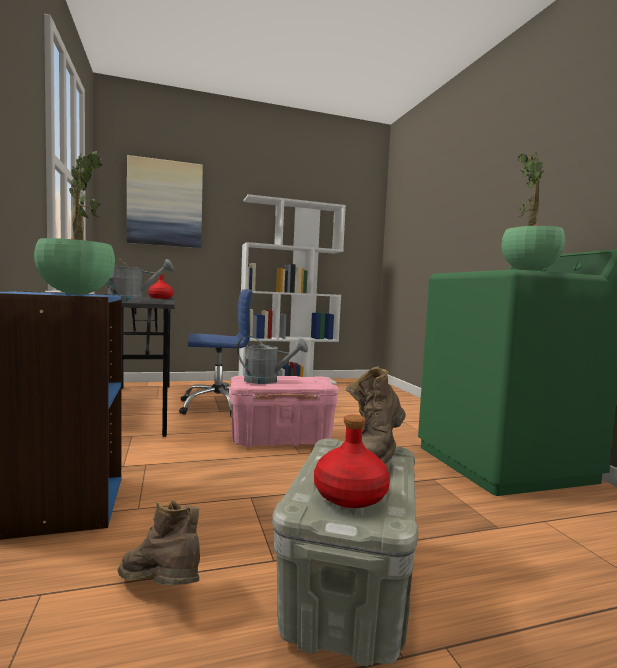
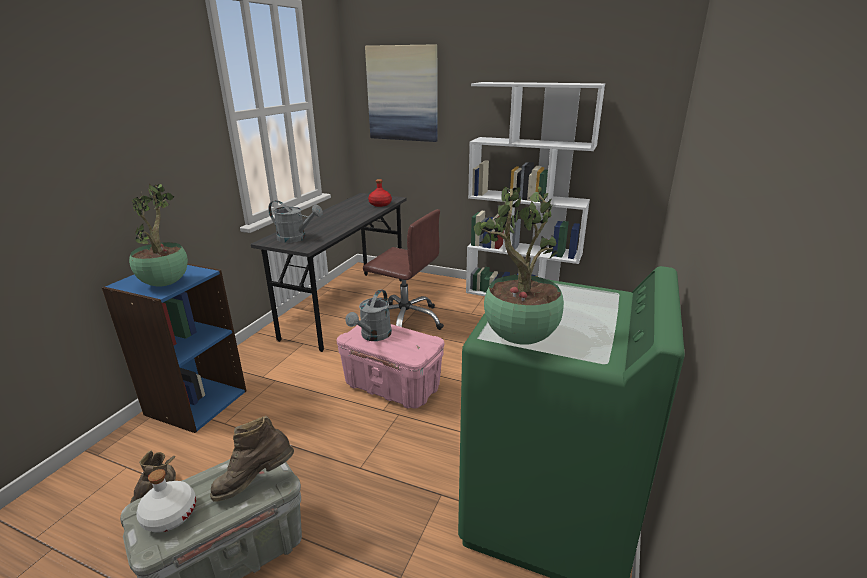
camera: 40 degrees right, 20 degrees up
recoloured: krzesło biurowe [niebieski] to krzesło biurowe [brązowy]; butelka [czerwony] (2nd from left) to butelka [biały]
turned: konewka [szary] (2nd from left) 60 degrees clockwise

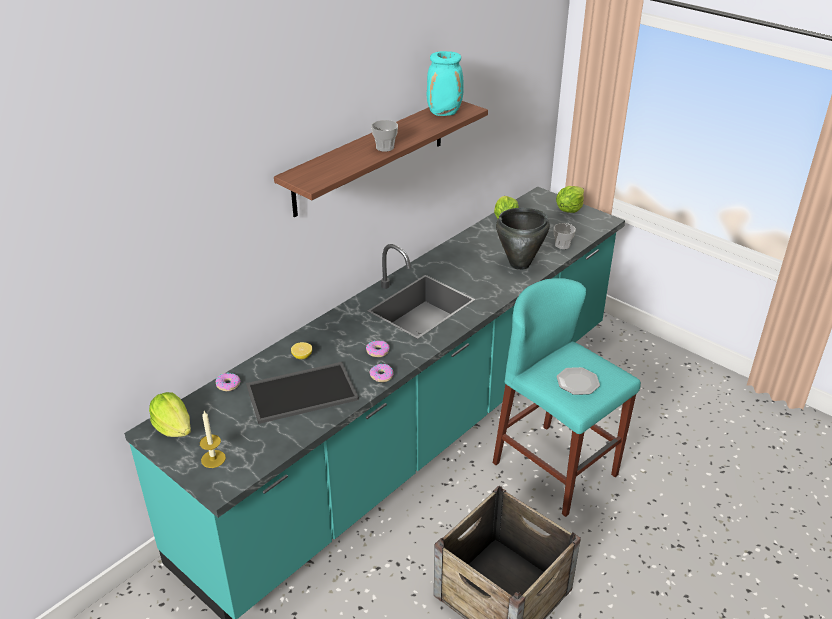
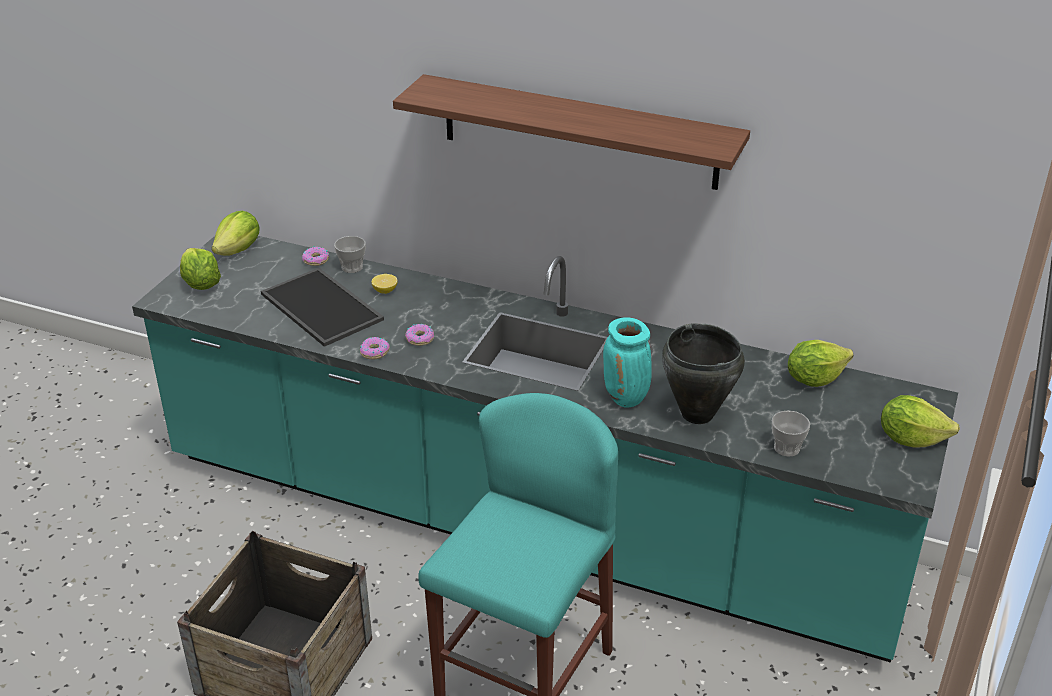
camera: 70 degrees right, 0 degrees up
removed: talerz
moved: wazon [turkusowy]; filiżanka (1st from left)
replaced: świeca to sałata (1st from left)

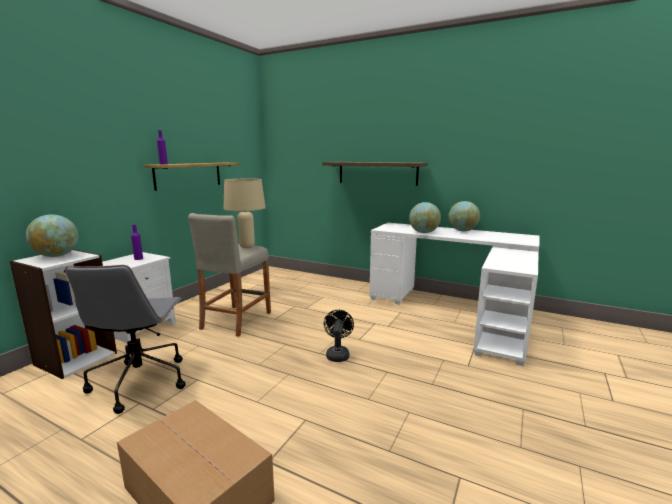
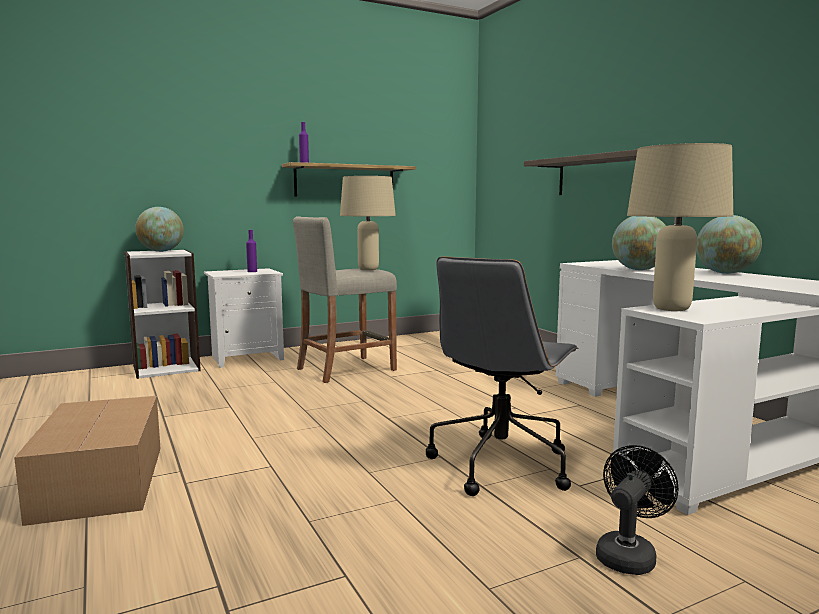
camera: 35 degrees right, 5 degrees down
added: lampa stołowa [beżowy] (2nd from left)
moved: krzesło biurowe [szary]; wentylator [czarny]

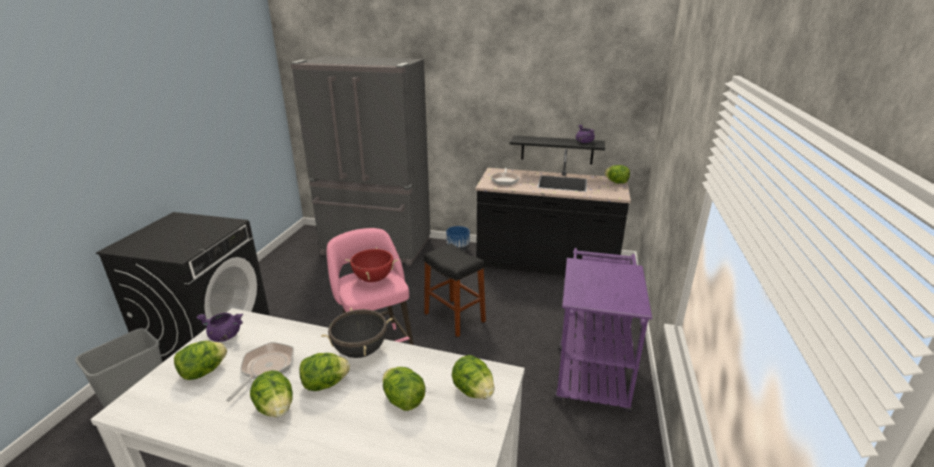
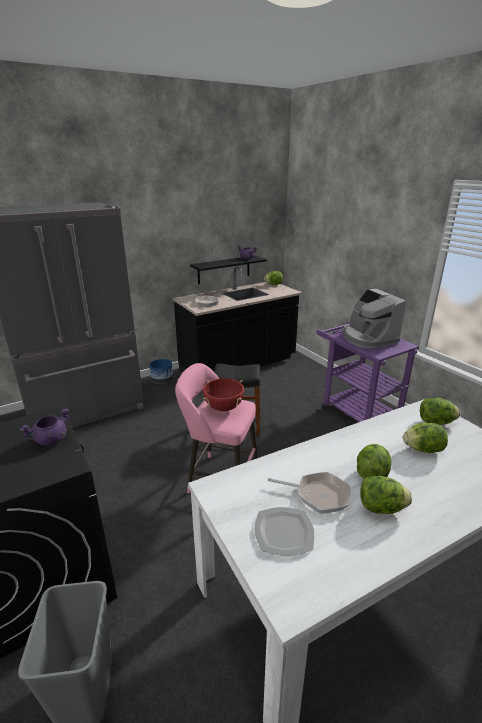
camera: 45 degrees left, 0 degrees up
removed: garnek [czarny]
added: ekspres do kawy
moved: garnek [fioletowy] (1st from left)
replaced: sałata (1st from left) to talerz
turned: patelnia (1st from left in the first image) 135 degrees clockwise

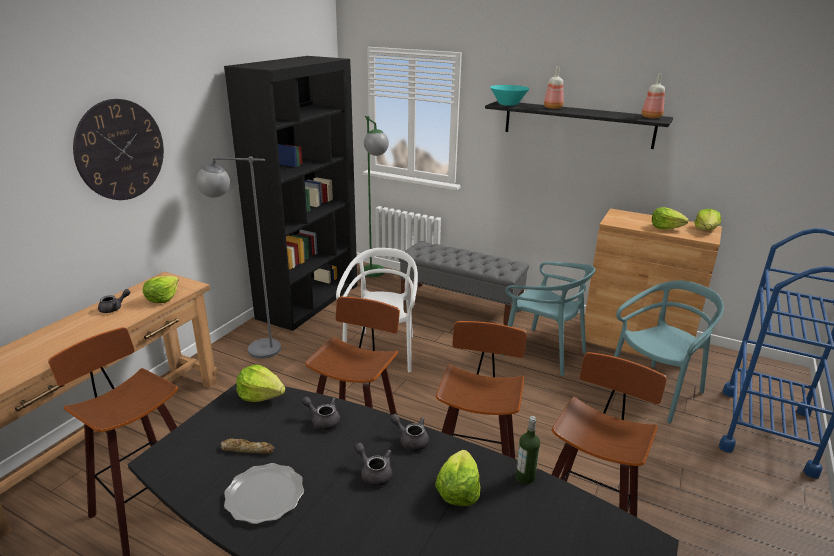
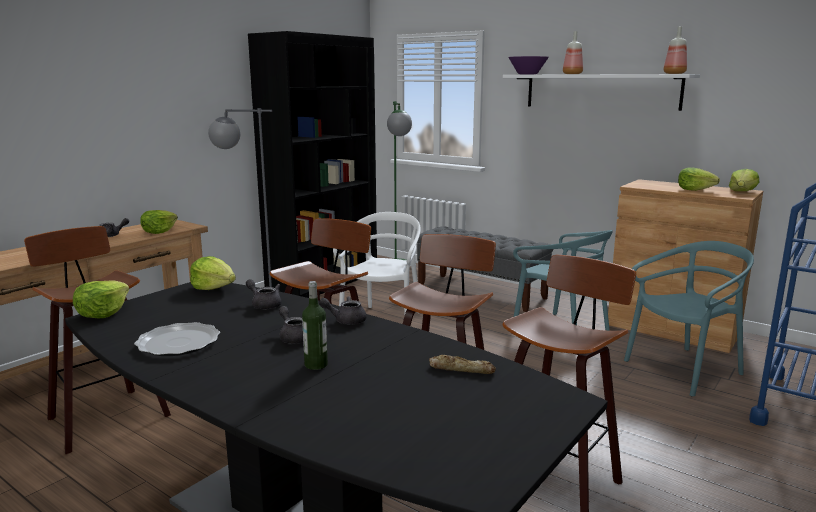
camera: 10 degrees right, 10 degrees down
removed: zegar ścienny
moved: butelka (1st from left); chleb; sałata (3rd from left in the first image) to sałata (1st from left)
recoloured: miska [turkusowy] to miska [fioletowy]; półka [czarny] to półka [biały]
turned: imbryk [szary] (4th from left) 45 degrees counterclockwise

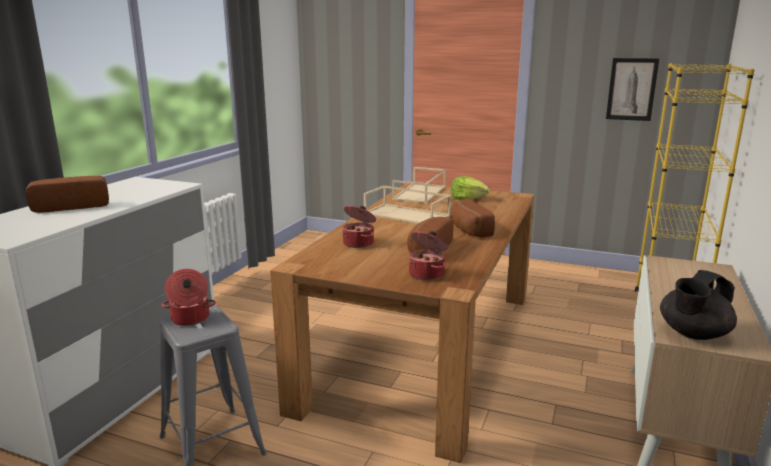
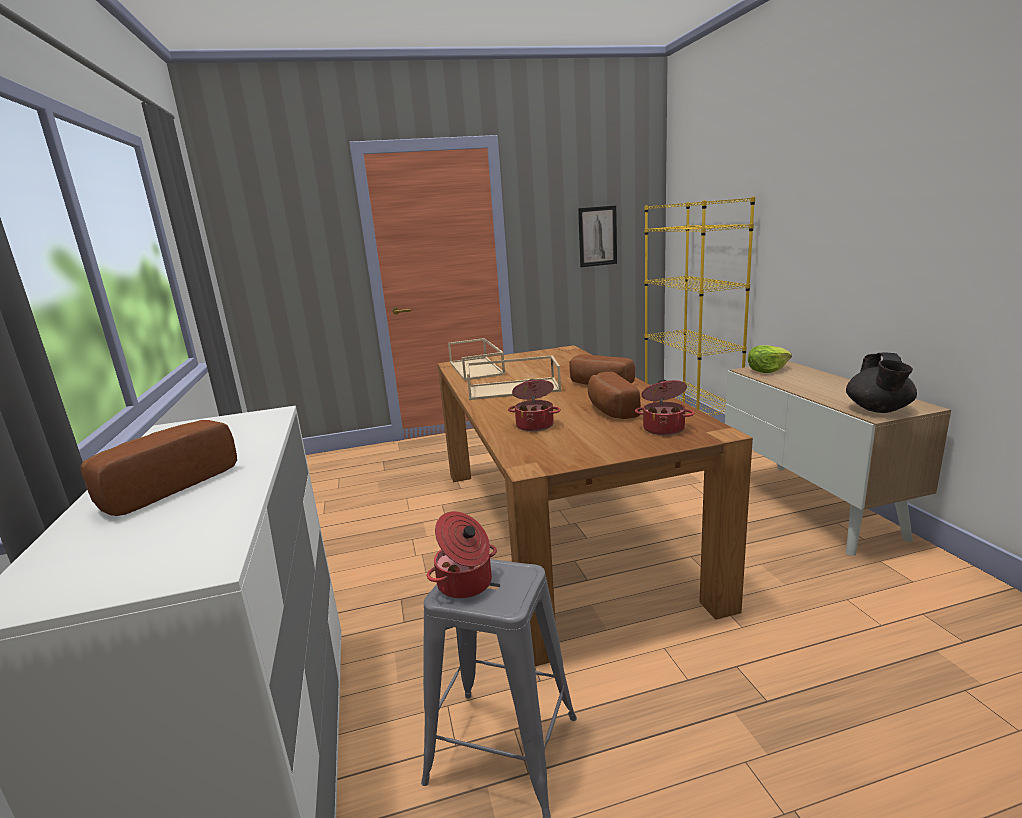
camera: 35 degrees left, 0 degrees up
moved: sałata

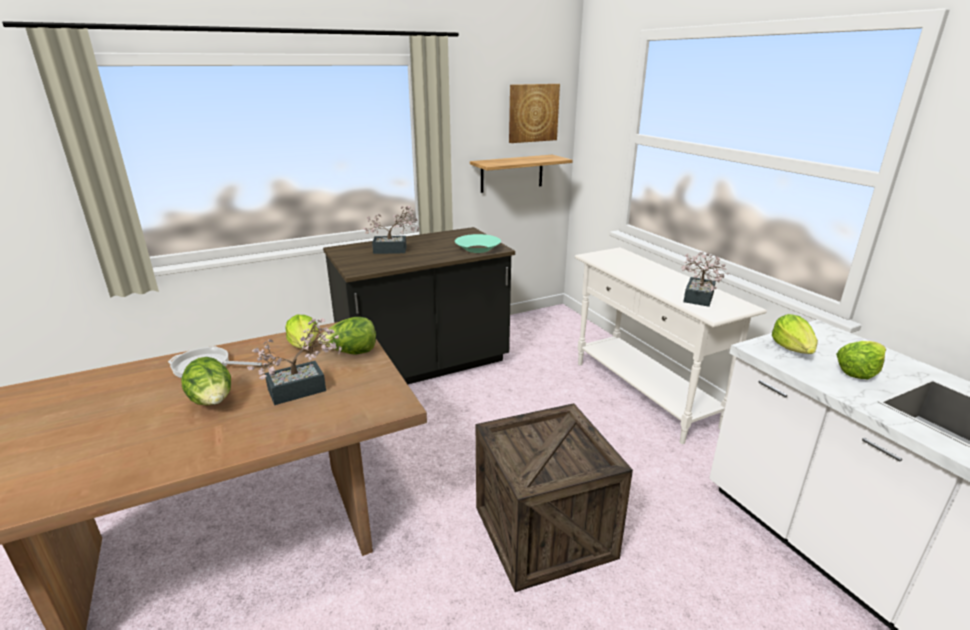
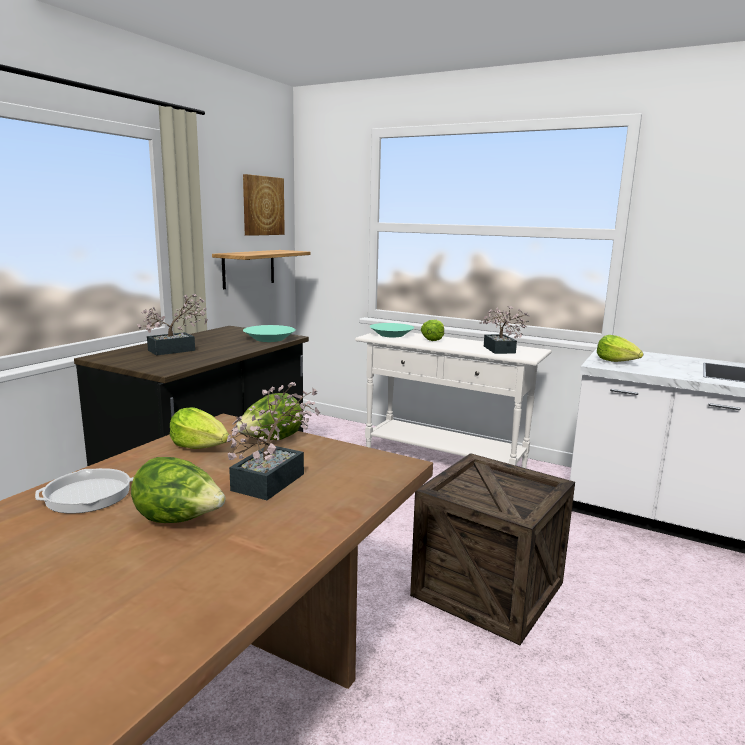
camera: 35 degrees left, 10 degrees down
added: miska [turkusowy] (2nd from left)
moved: sałata (5th from left in the first image) to sałata (4th from left)

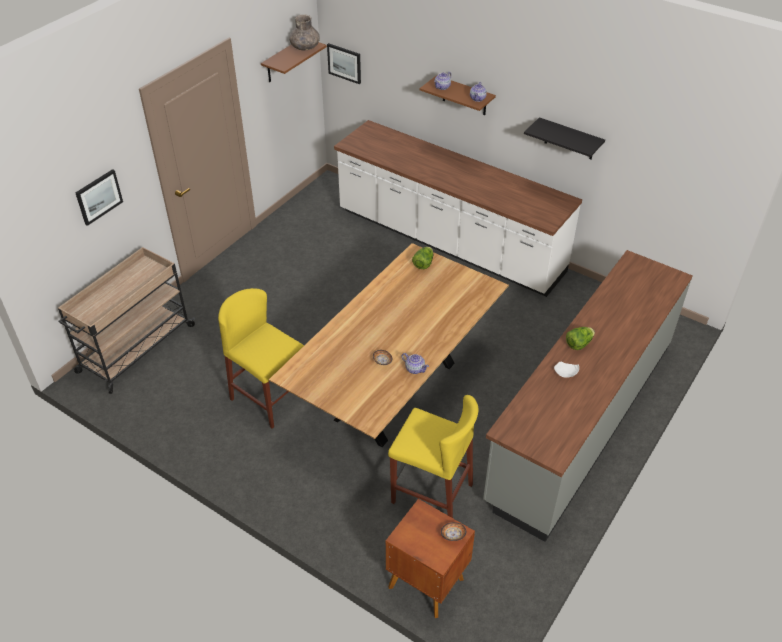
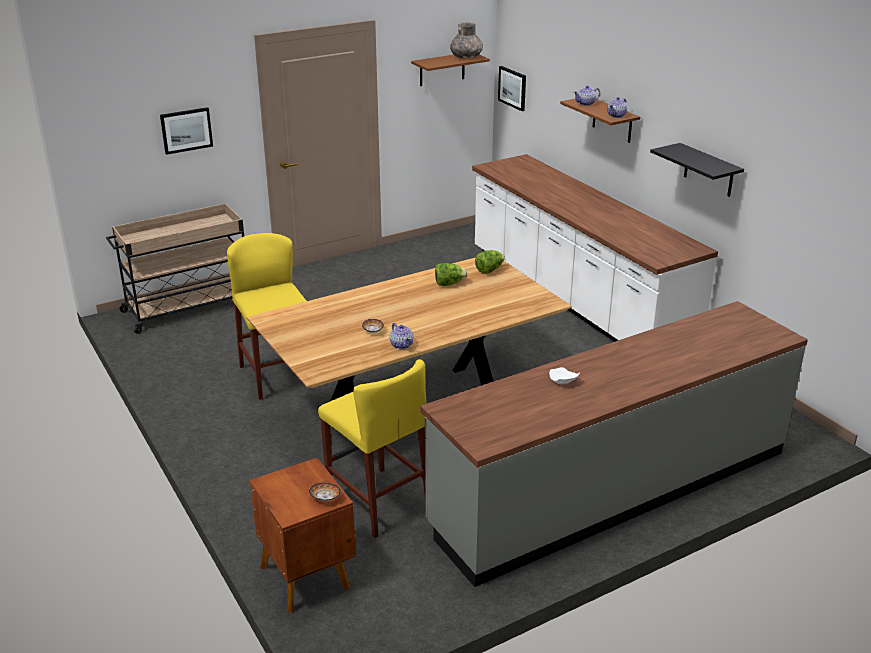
camera: 25 degrees right, 15 degrees down
moved: sałata (2nd from left in the first image) to sałata (1st from left)

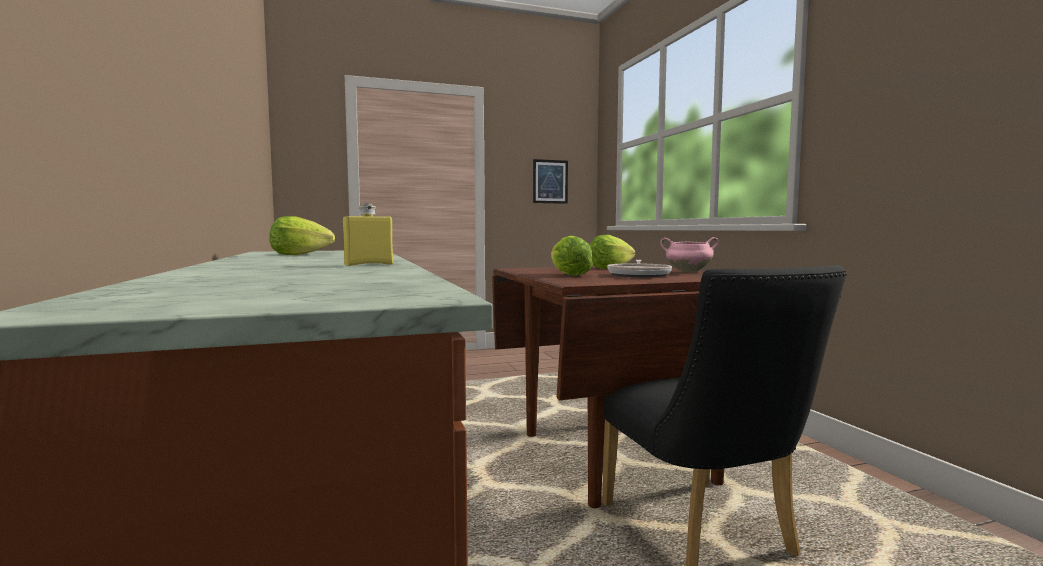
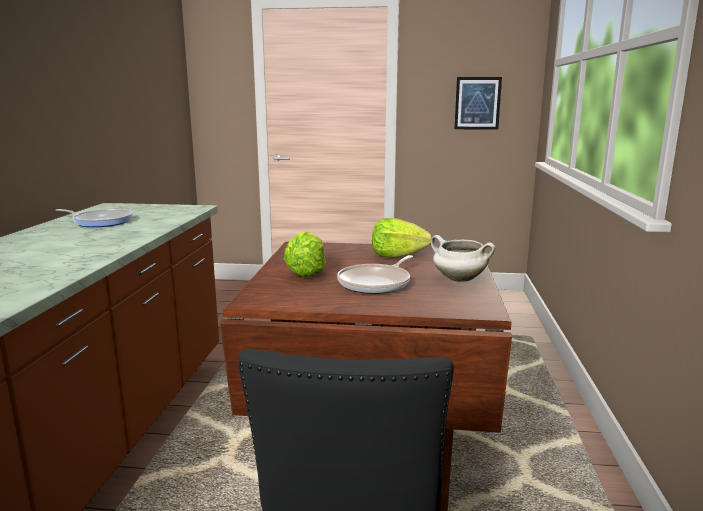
camera: 25 degrees right, 10 degrees up
removed: butelka [żółty]
replaced: sałata (1st from left) to patelnia (1st from left)
recoloured: garnek [różowy] to garnek [biały]

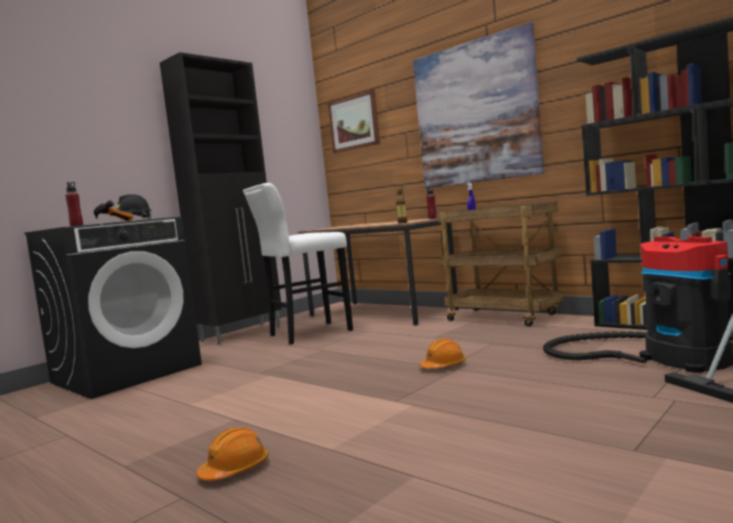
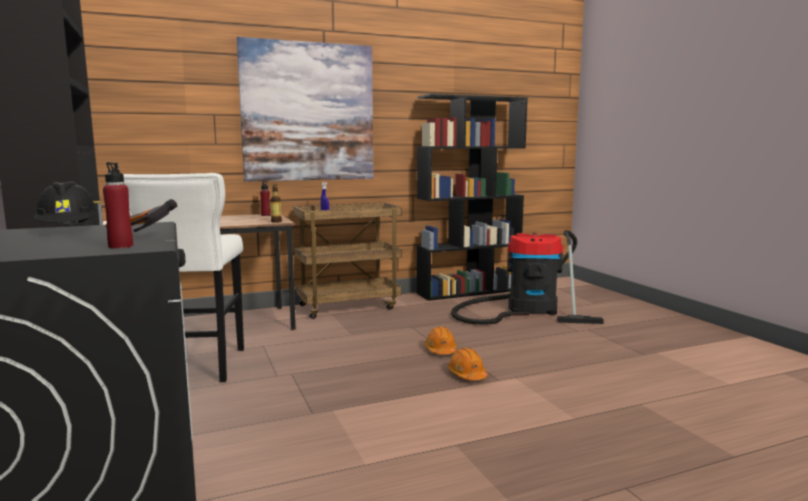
camera: 65 degrees left, 5 degrees up
removed: obraz (1st from left)
moved: kask [pomarańczowy] (1st from left in the first image) to kask [pomarańczowy] (2nd from left)

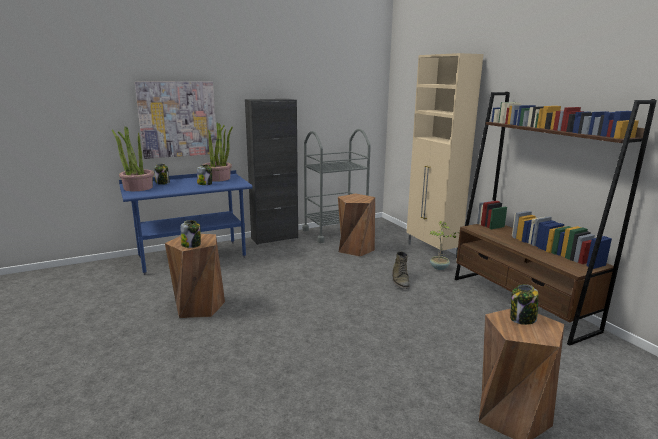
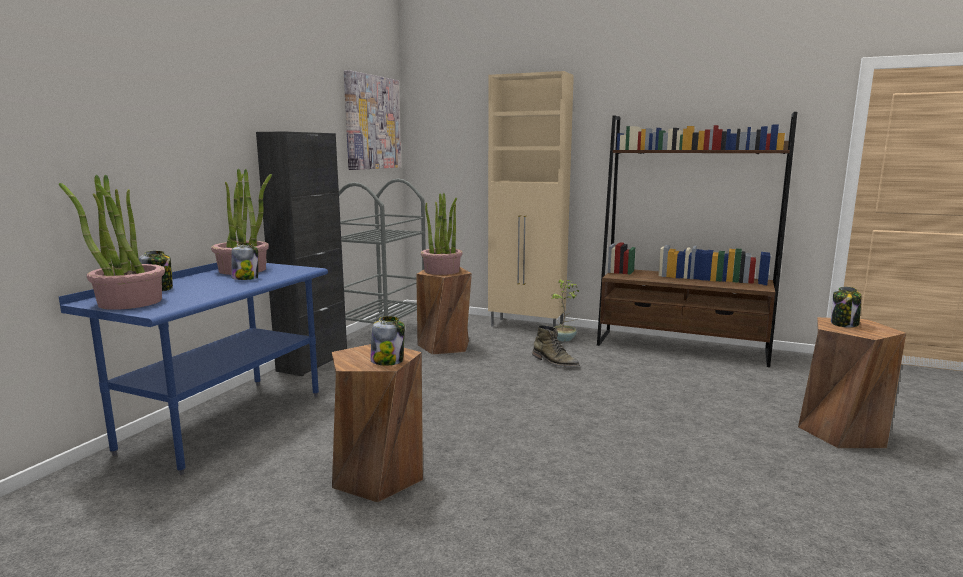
camera: 40 degrees left, 5 degrees down
added: roślina doniczkowa (3rd from left)
moved: obraz

